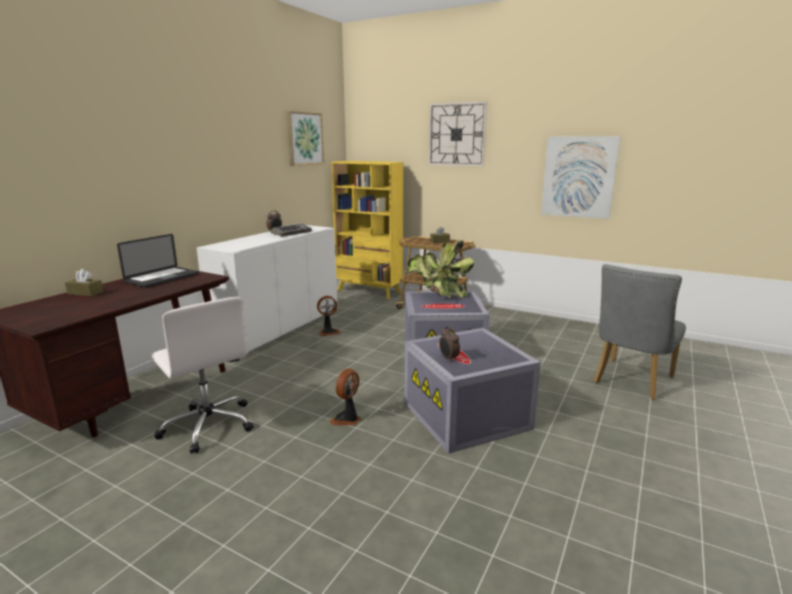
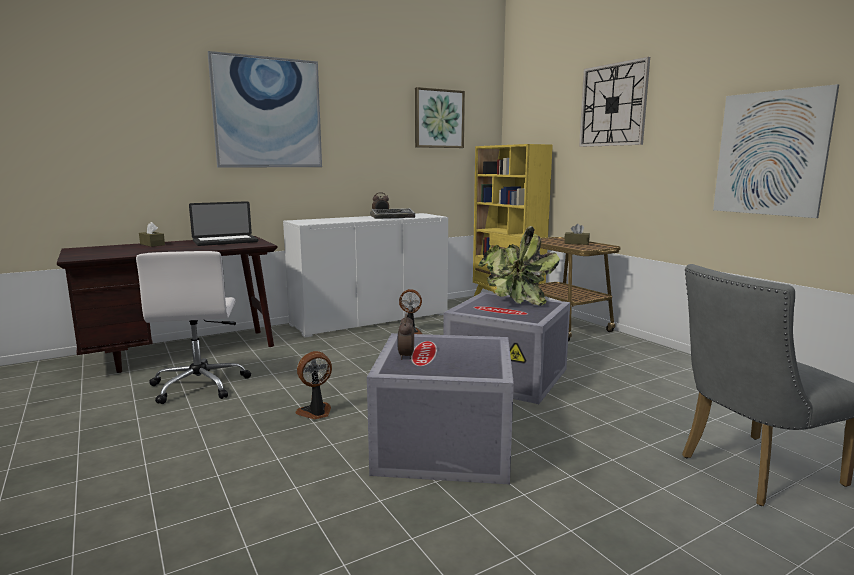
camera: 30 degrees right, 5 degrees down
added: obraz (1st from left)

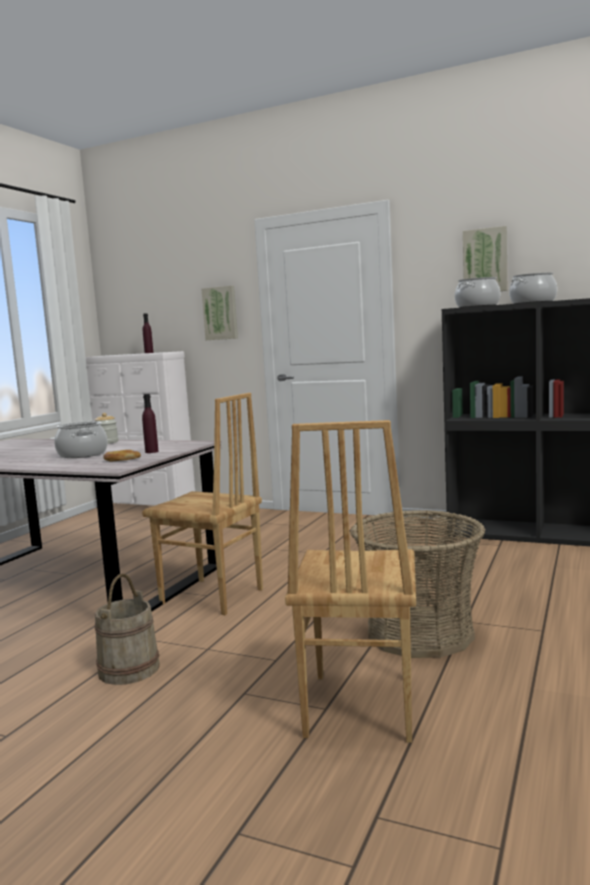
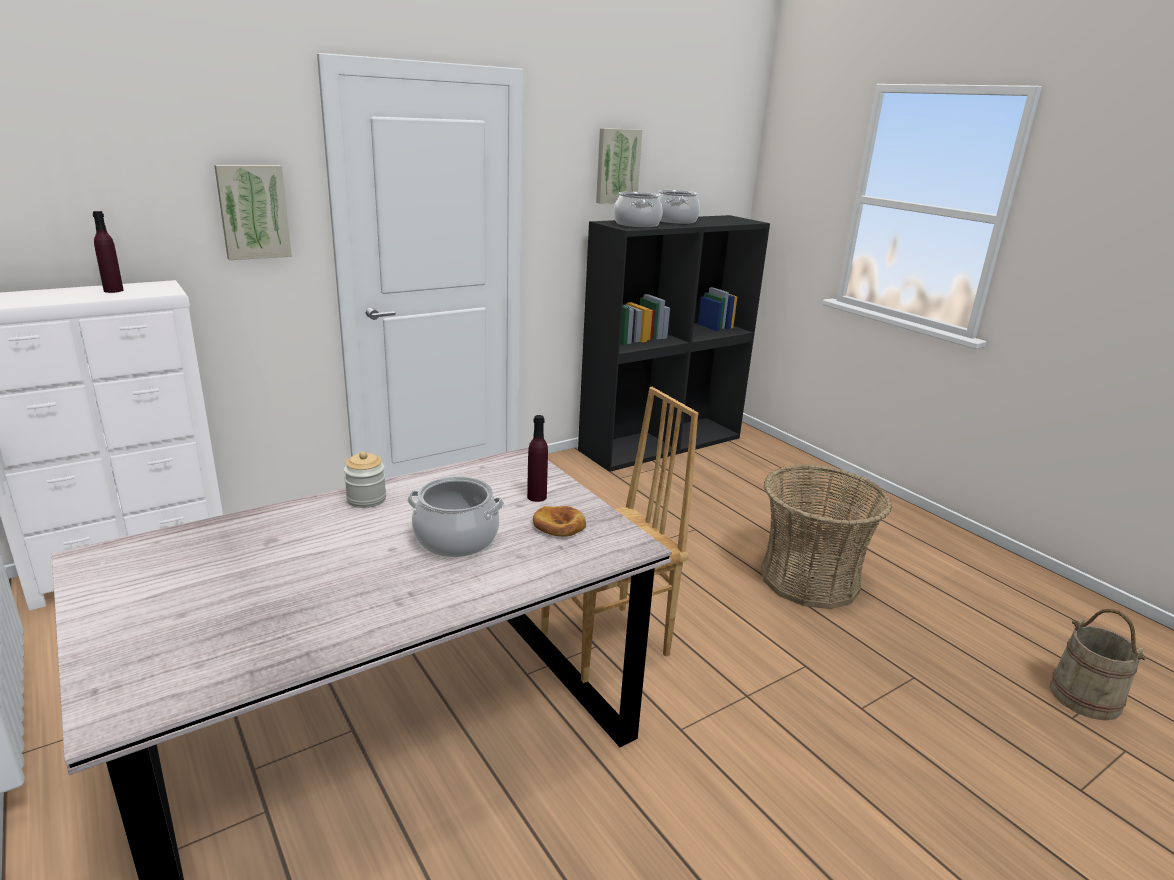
camera: 60 degrees left, 15 degrees up
removed: krzesło [brązowy] (2nd from left)
moved: wiadro [beżowy]

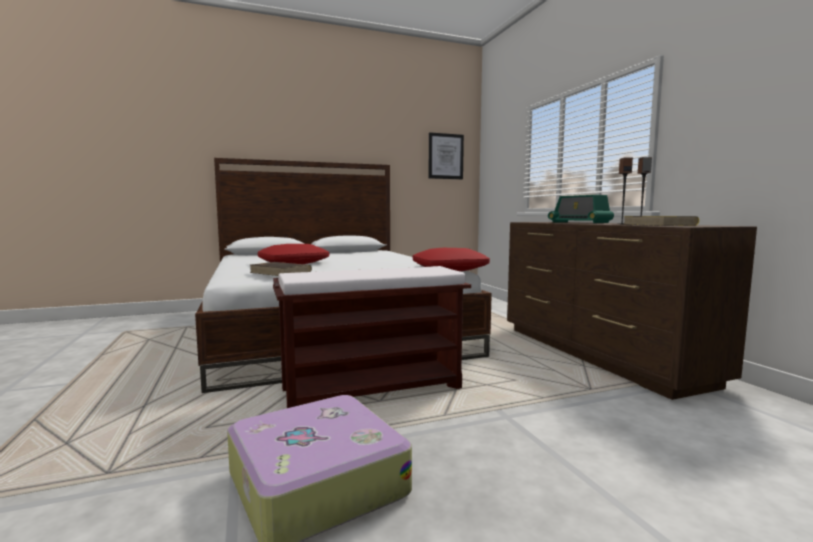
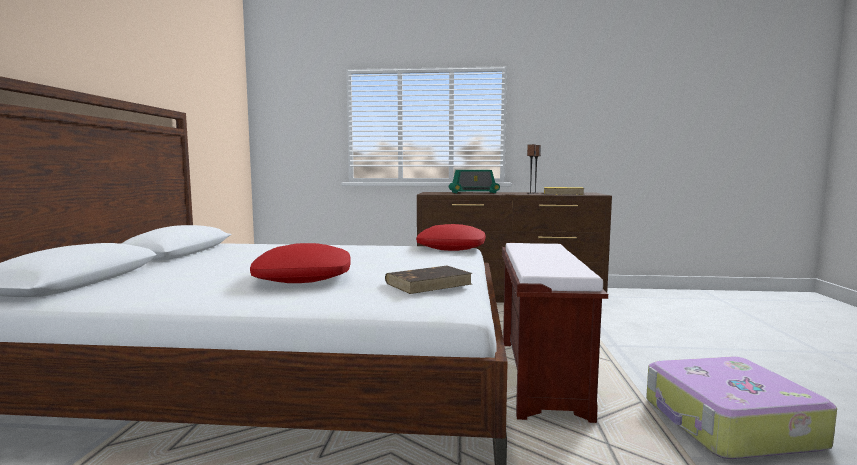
camera: 65 degrees left, 0 degrees up
removed: obraz

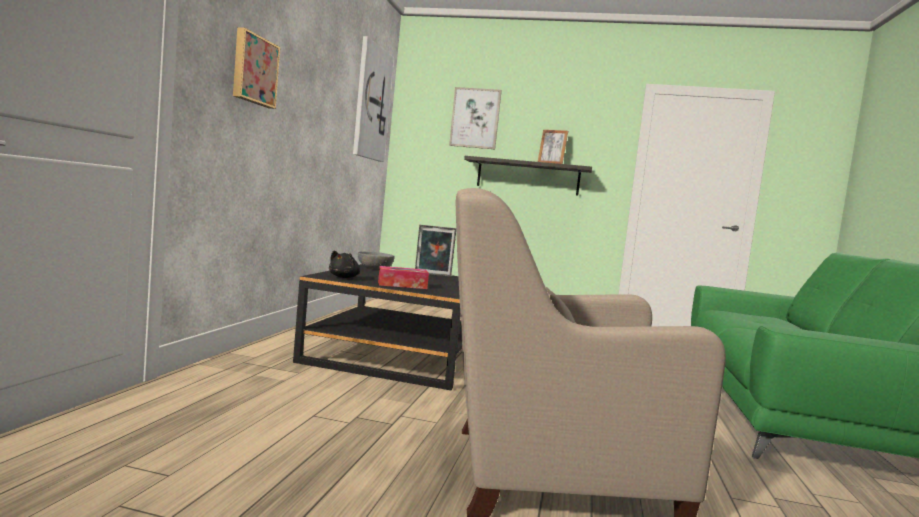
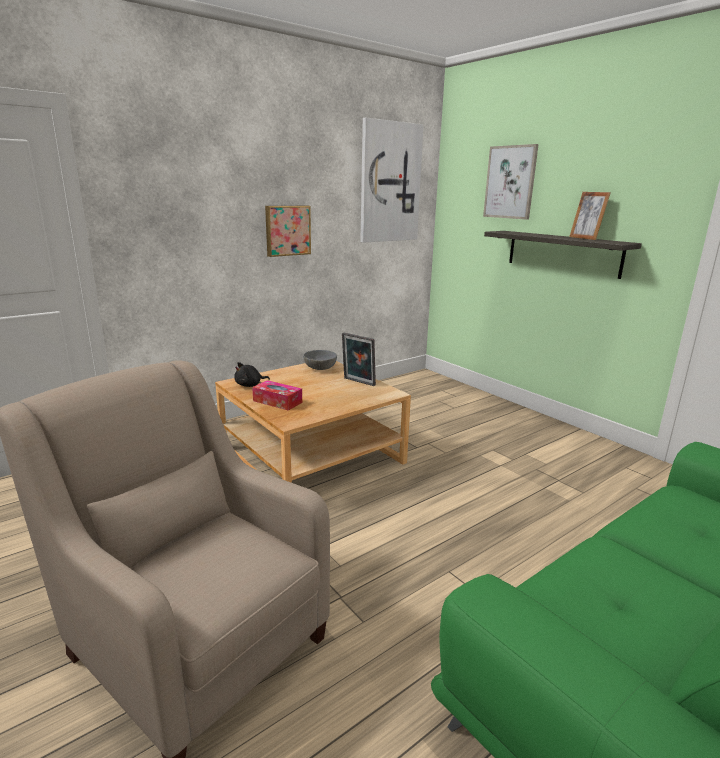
camera: 40 degrees right, 15 degrees up
moved: obraz (1st from left)
recoloured: ława [czarny] to ława [beżowy]

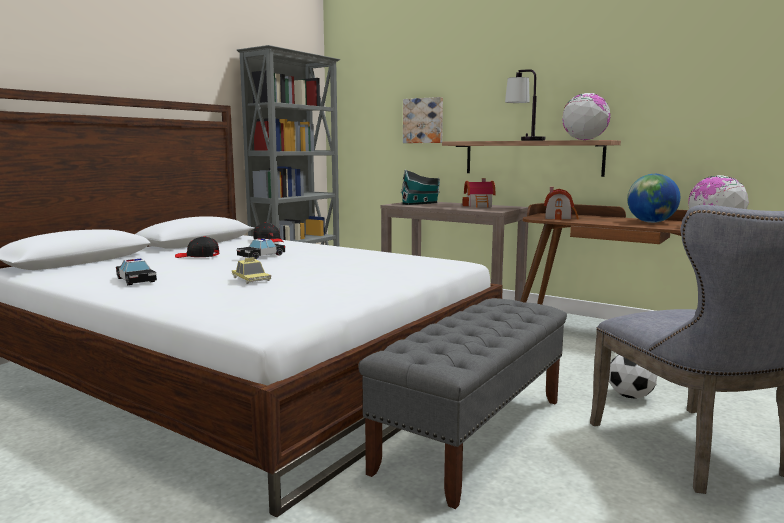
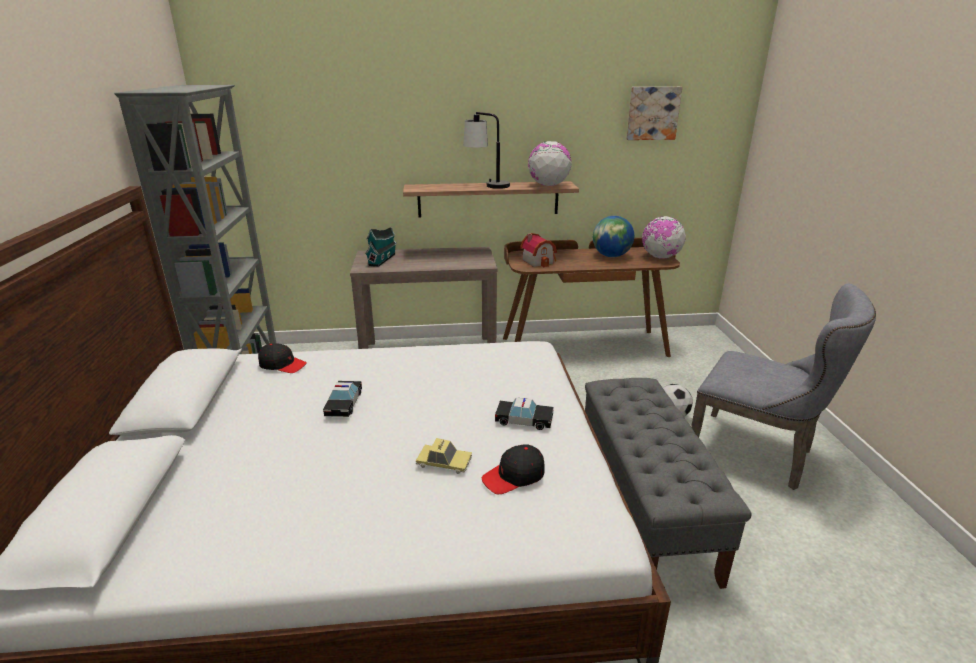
camera: 40 degrees left, 15 degrees up
removed: domek (2nd from left)
moved: obraz; czapka z daszkiem [czarny] (1st from left in the first image) to czapka z daszkiem [czarny] (2nd from left); samochodzik (1st from left in the first image) to samochodzik (3rd from left)

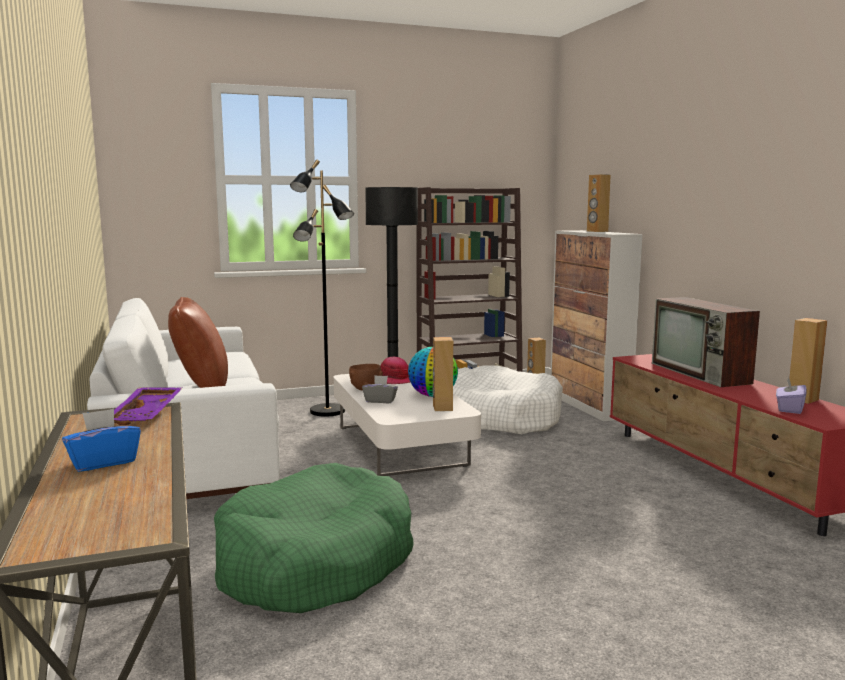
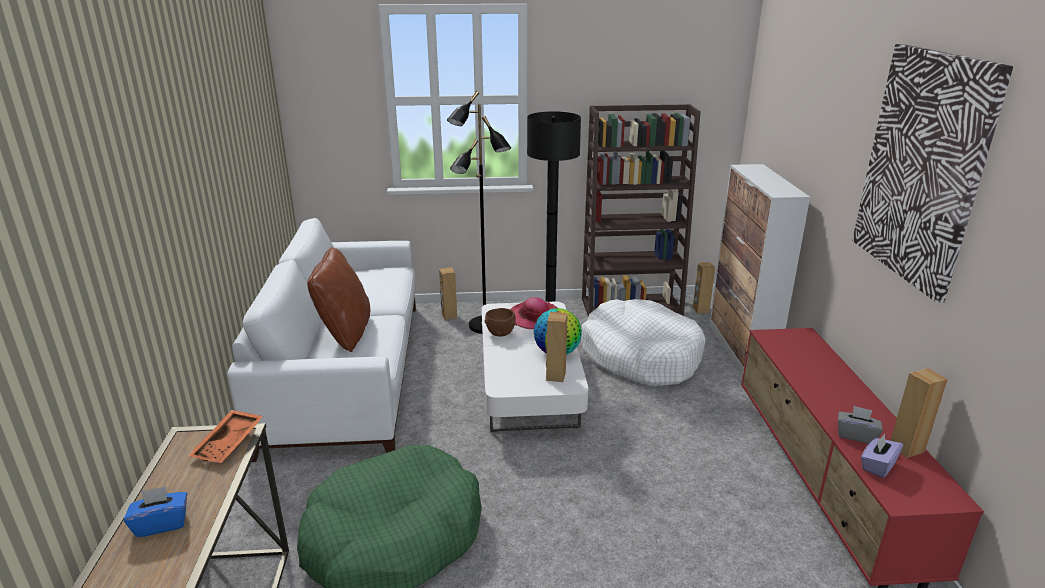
camera: 15 degrees right, 15 degrees up
removed: telewizor
added: obraz
moved: głośnik [brązowy] (3rd from left in the first image) to głośnik [brązowy] (1st from left); pudełko chusteczek [szary]
recoloured: taca [fioletowy] to taca [pomarańczowy]

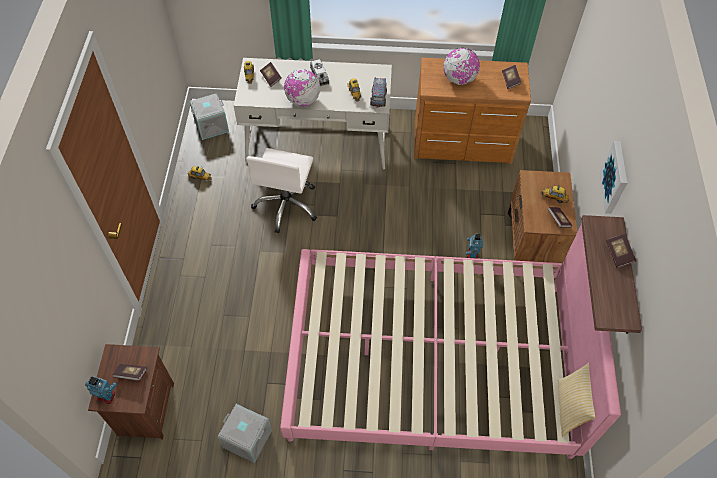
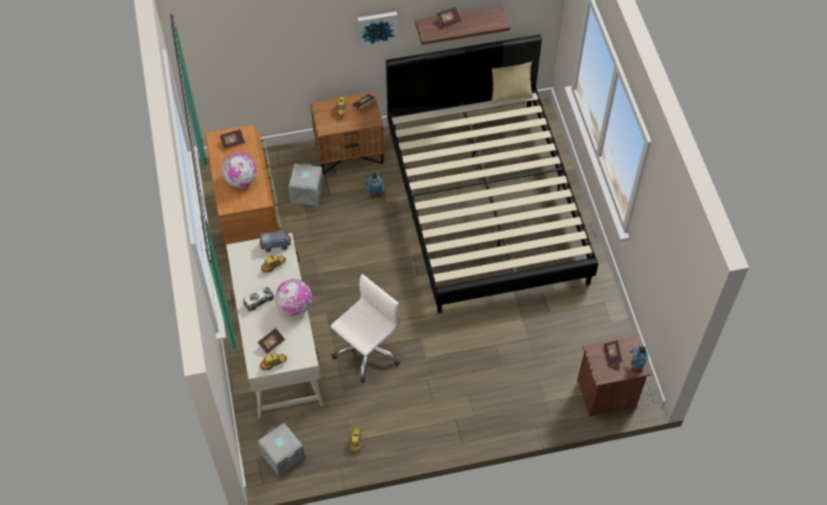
camera: 105 degrees left, 0 degrees up
moved: pojemnik do przechowywania [szary] (2nd from left)
recoloured: łóżko [różowy] to łóżko [czarny]
turned: krzesło biurowe [biały] 45 degrees counterclockwise

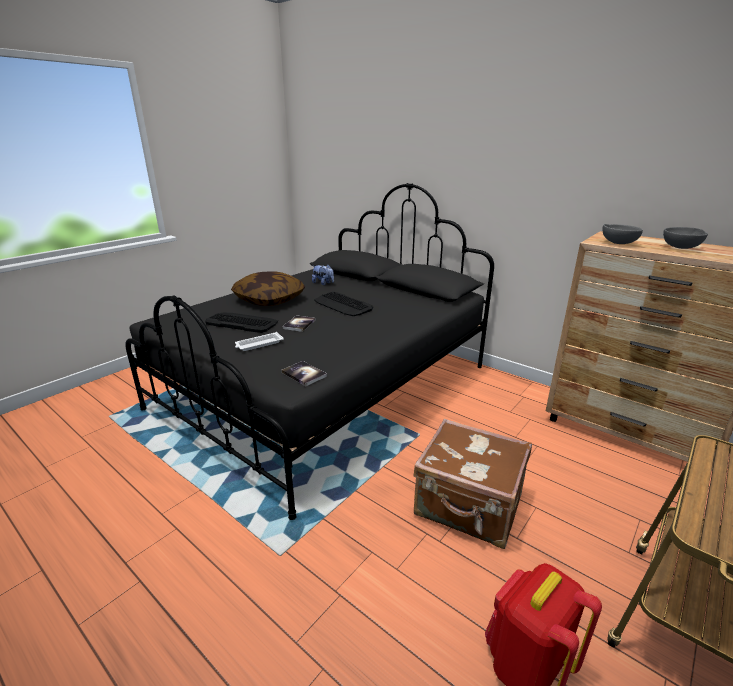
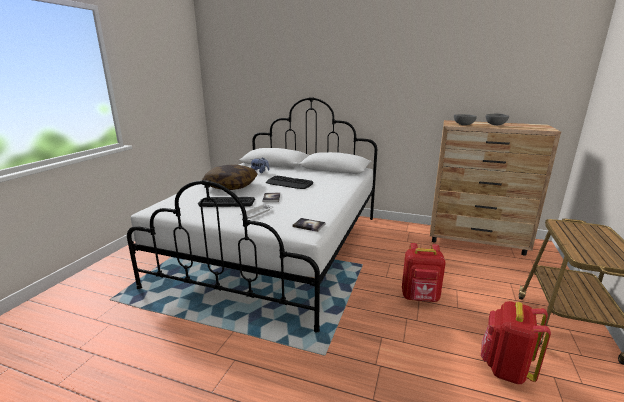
camera: 20 degrees left, 5 degrees down
replaced: walizka [brązowy] to plecak [czerwony] (1st from left)
recoloured: łóżko [czarny] to łóżko [biały]

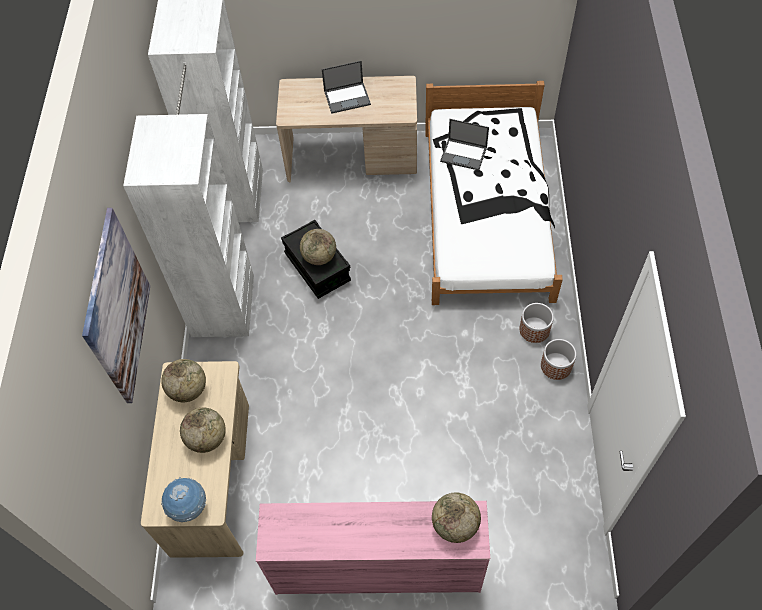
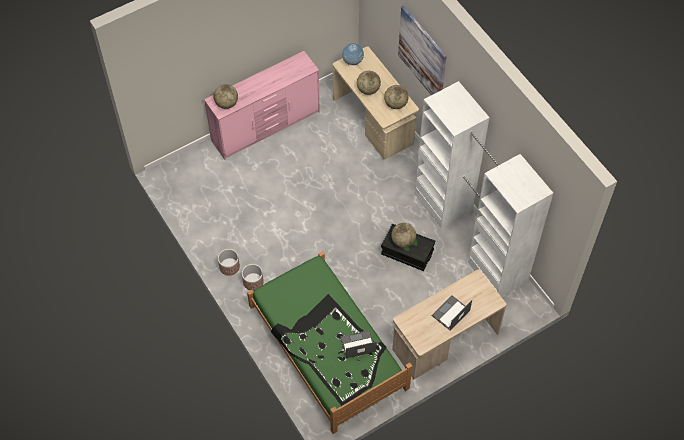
camera: 145 degrees right, 0 degrees up
recoloured: łóżko [biały] to łóżko [zielony]

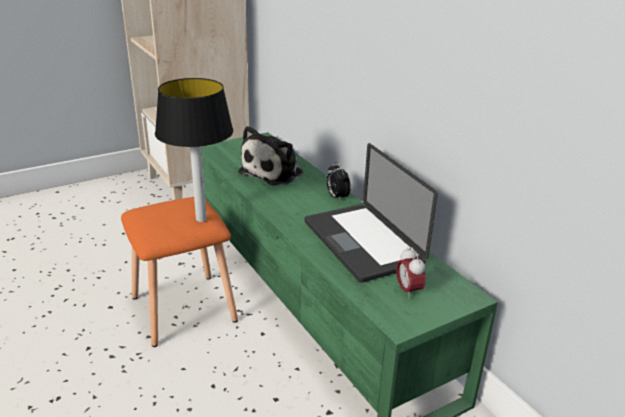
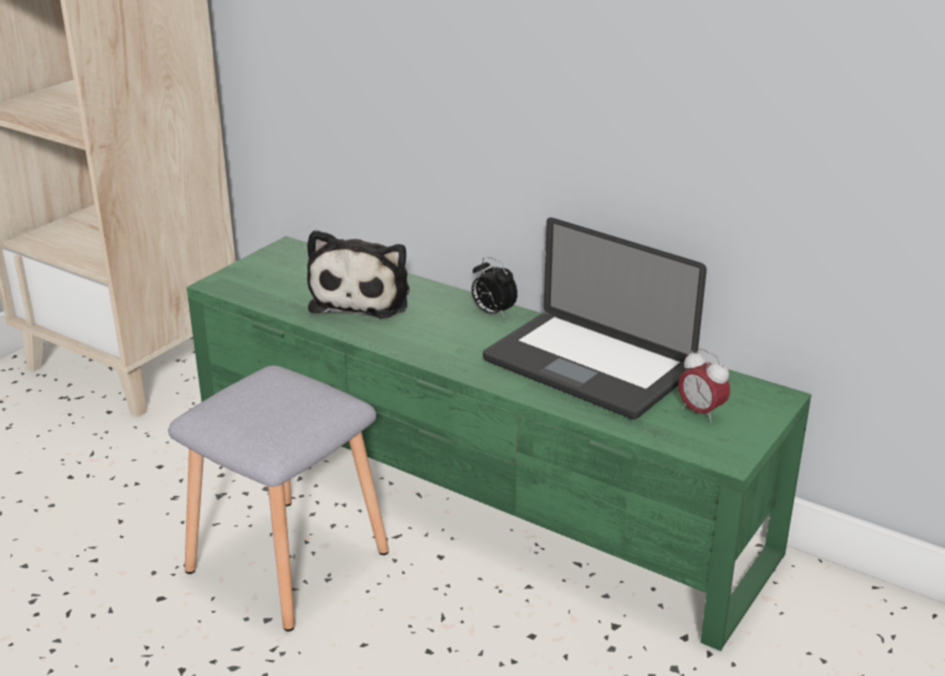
camera: 25 degrees left, 0 degrees up
removed: lampa stołowa
recoloured: stołek [pomarańczowy] to stołek [szary]

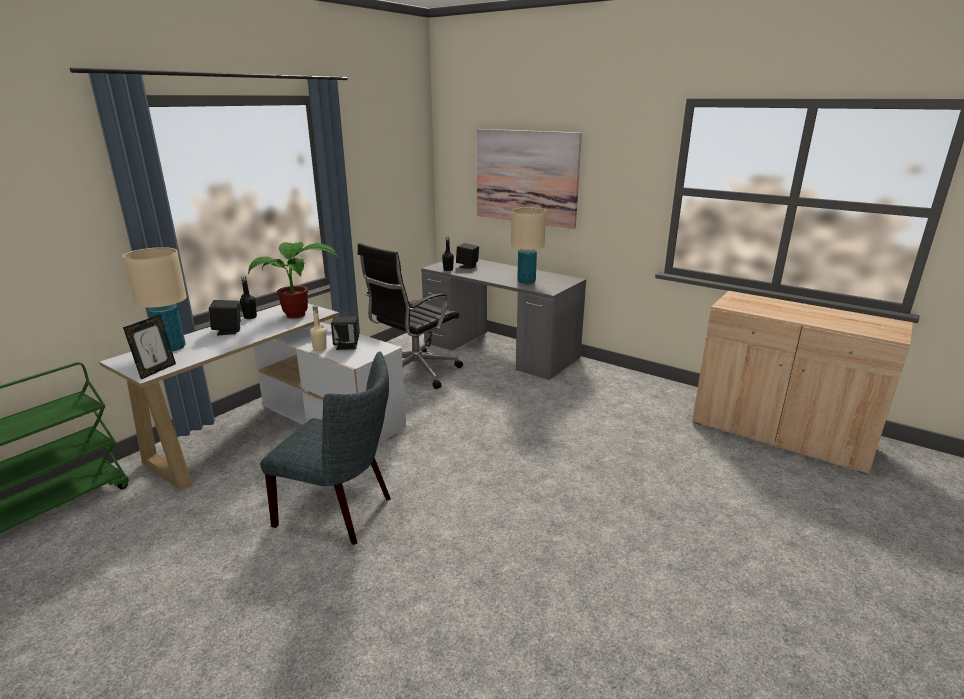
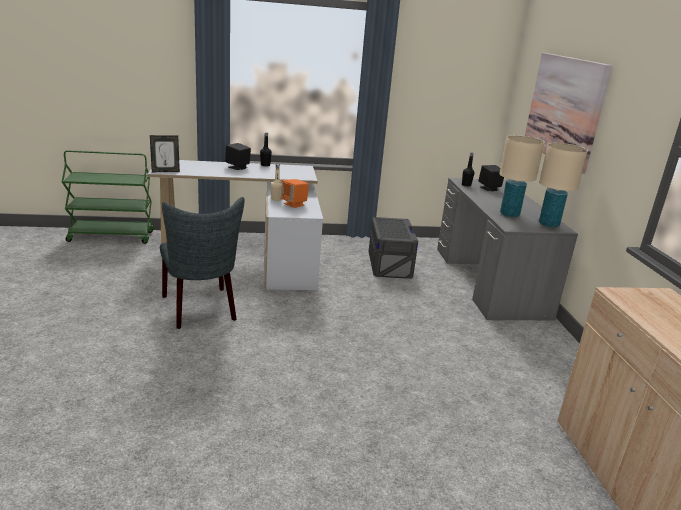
camera: 45 degrees right, 0 degrees up
removed: roślina doniczkowa
moved: lampa stołowa [beżowy] (1st from left in the first image) to lampa stołowa [beżowy] (2nd from left)
replaced: krzesło biurowe [czarny] to pojemnik do przechowywania [szary]
recoloured: głośnik [czarny] (2nd from left) to głośnik [pomarańczowy]

